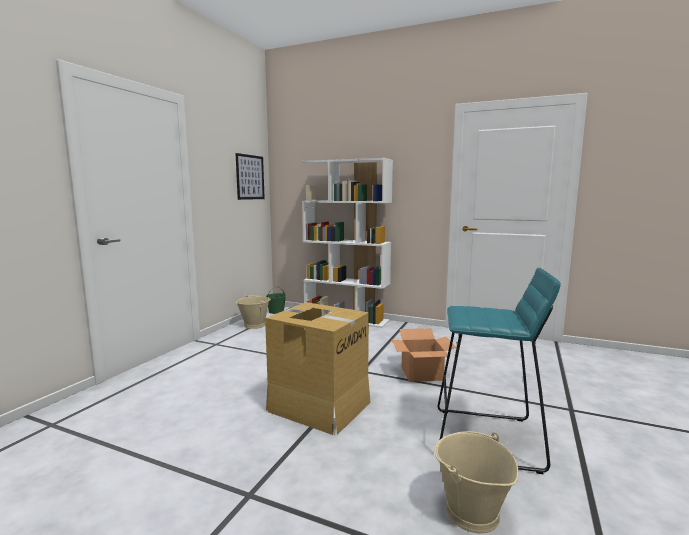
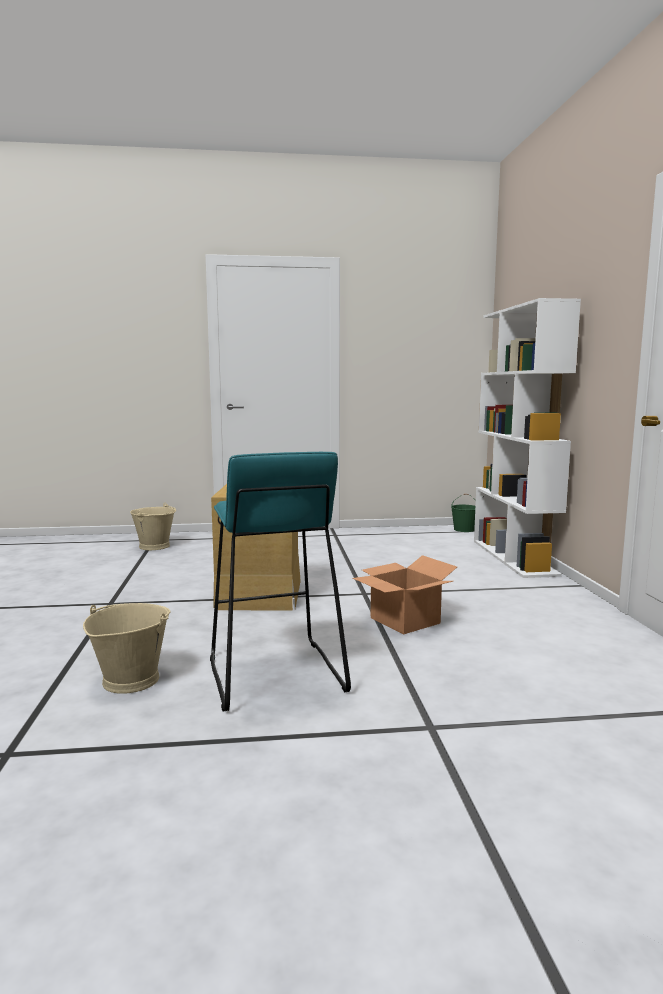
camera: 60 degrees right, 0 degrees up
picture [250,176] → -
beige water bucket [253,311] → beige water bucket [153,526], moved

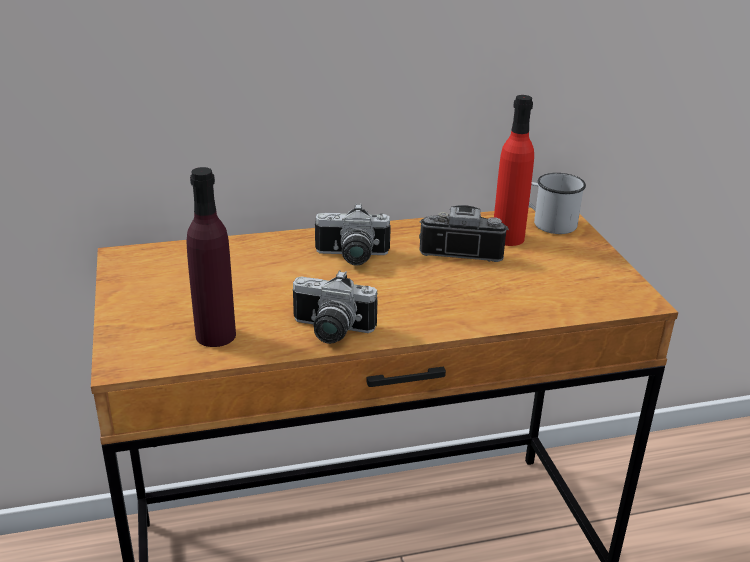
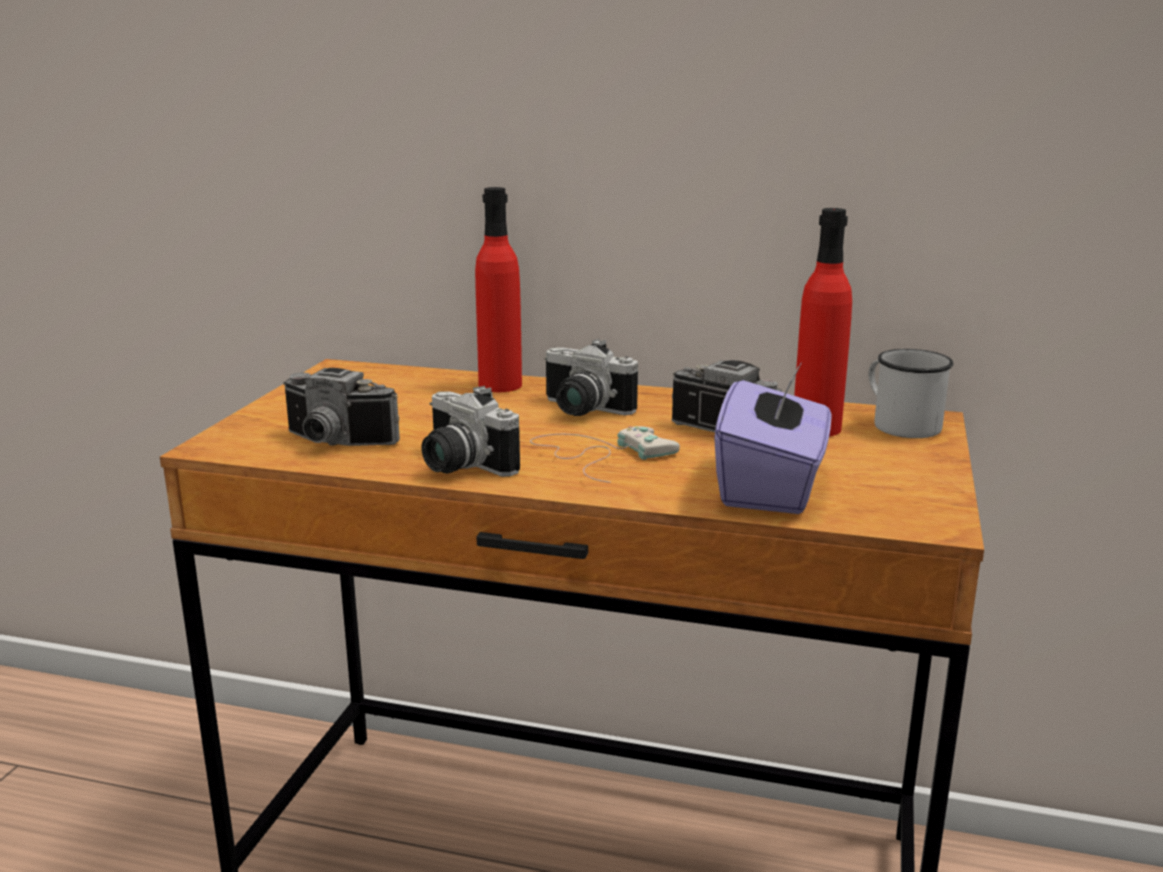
camera: 30 degrees right, 10 degrees down
- → red beverage bottle [498,289]
- → white game controller [605,454]
- → purplish tissue box [772,438]
purplish beverage bottle [211,257] → photo camera [341,407]

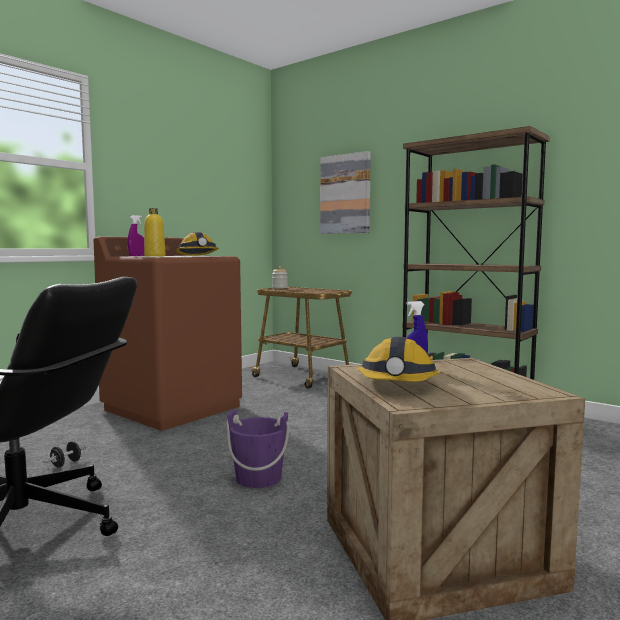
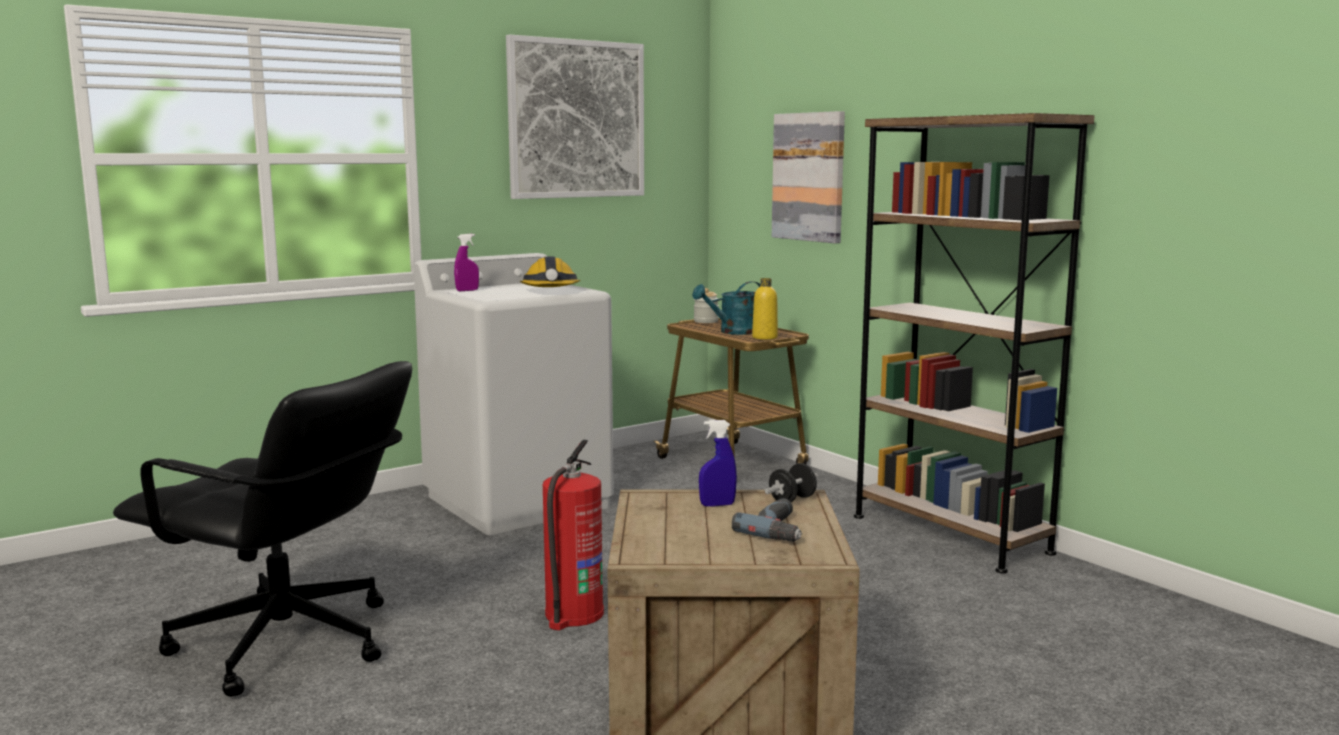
camera: 15 degrees right, 5 degrees up
safety helmet [398,359] → -
- → picture [575,116]
- → turquoise-coloured sprinkling can [726,308]
- → drill [767,520]
blackish hand weight [64,454] → blackish hand weight [791,482], moved
yellow beverage bottle [155,232] → yellow beverage bottle [765,309], moved
purplish water bucket [257,448] → fire-fighting cylinder [573,535]
brownish laundry machine [168,333] → white laundry machine [514,394]

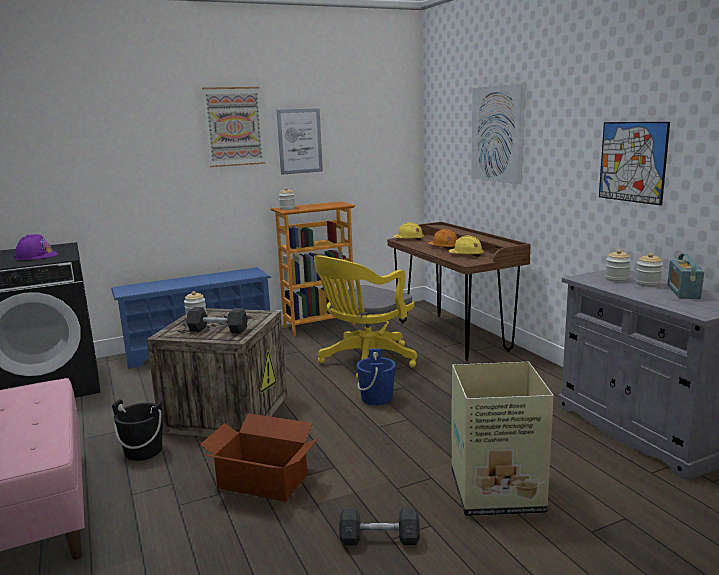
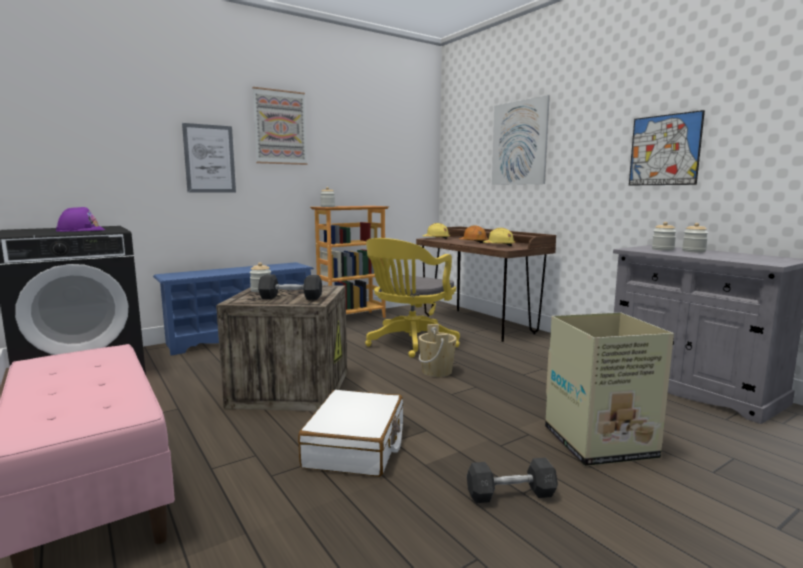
camera: 10 degrees left, 5 degrees down
blackish water bucket [137,430] → -
radio [685,276] → -
picture [300,141] → picture [209,158], moved
carton [259,457] → white suitcase [350,433]
blue water bucket [376,377] → beige water bucket [437,350]

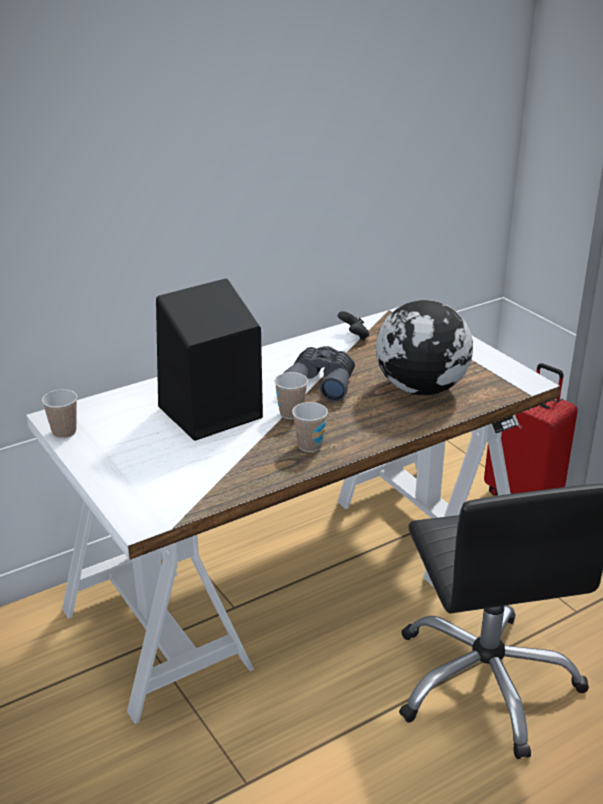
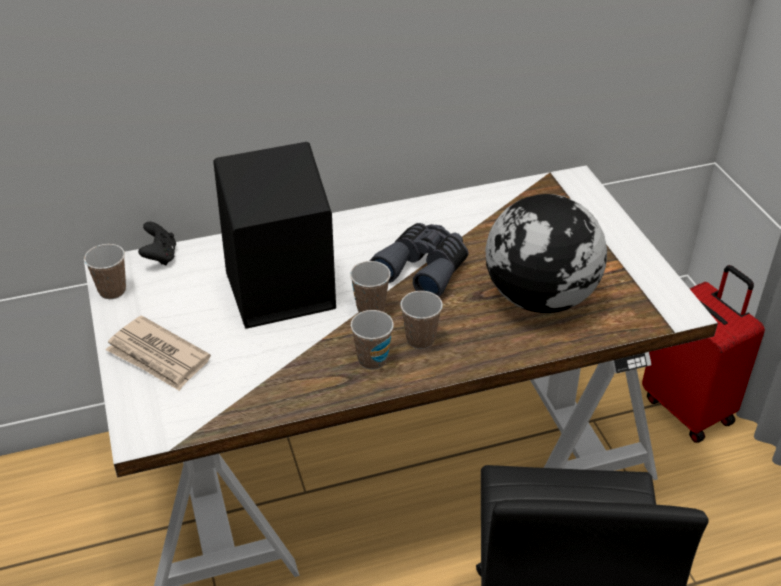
camera: 15 degrees right, 10 degrees up
- → printed paper [158,353]
- → cup [421,320]
blackish game controller [353,326] → blackish game controller [157,244], moved

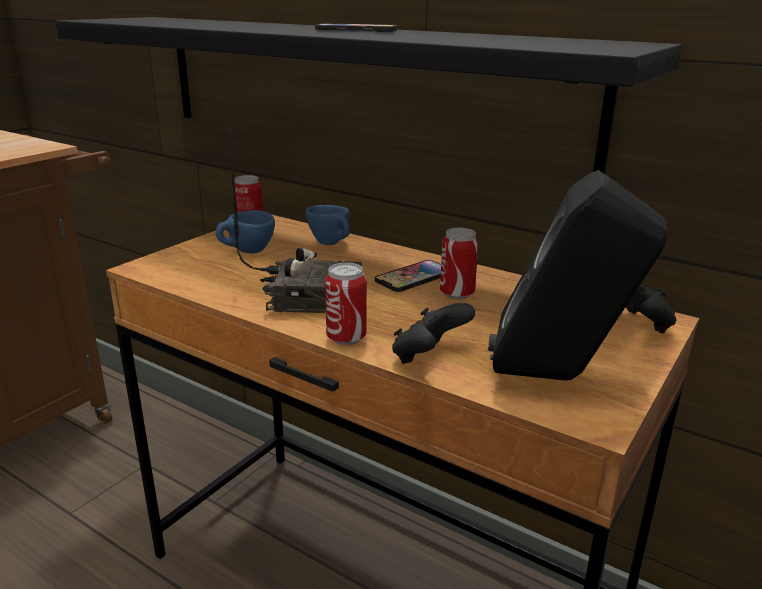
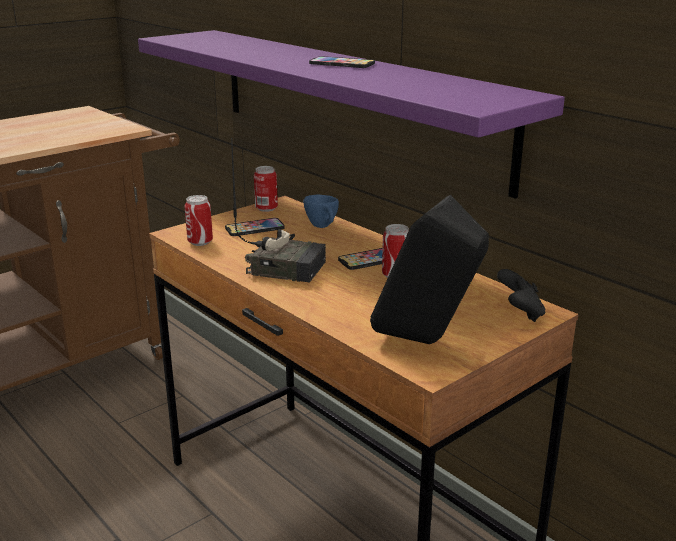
camera: 15 degrees right, 0 degrees up
blackish game controller [433,333] → -
sealed can [346,304] → sealed can [198,220], moved
blue cup [245,231] → telephone [255,227]
blackish wall shelf [368,95] → purplish wall shelf [351,114]

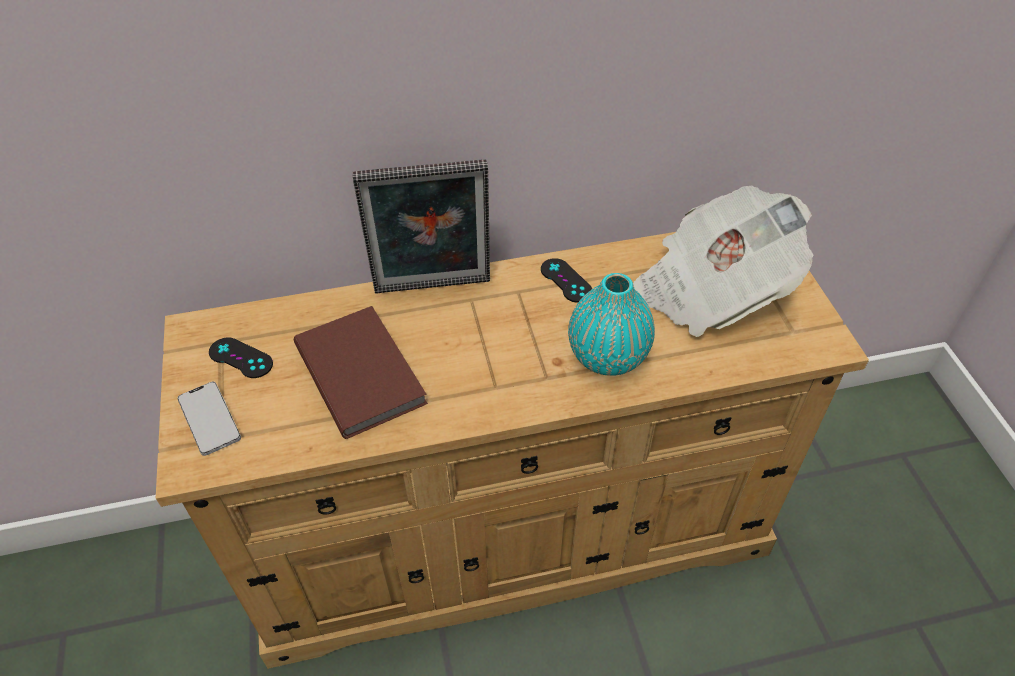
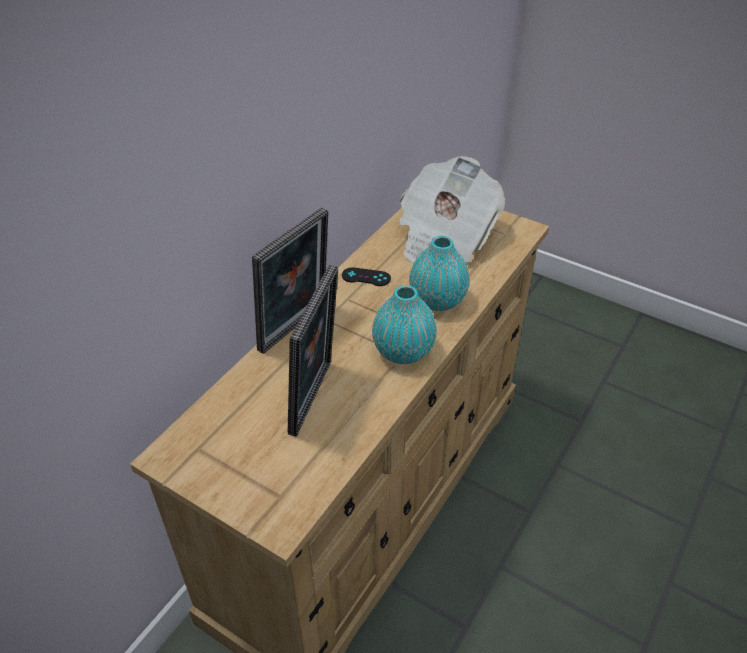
camera: 45 degrees left, 5 degrees down
telephone [209,419] → -
blackish game controller [241,357] → -
- → turquoise-coloured flower vase [404,324]
brownish book [361,372] → picture frame [313,351]

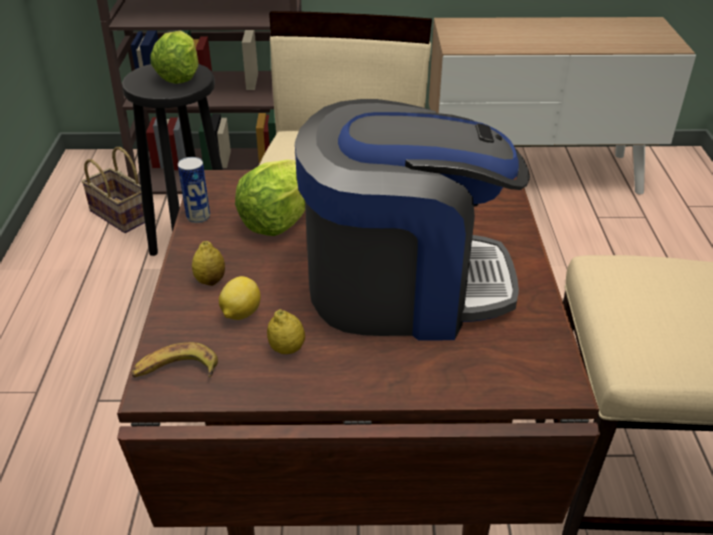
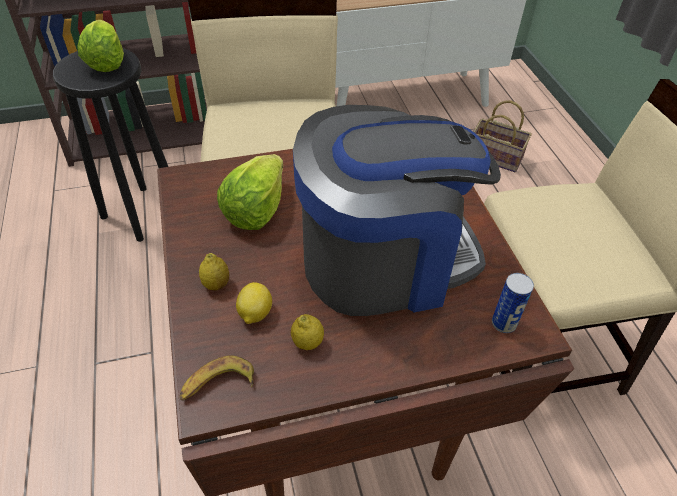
camera: 15 degrees left, 10 degrees up
household basket [113,190] → household basket [502,136], moved
sealed can [194,190] → sealed can [513,303], moved

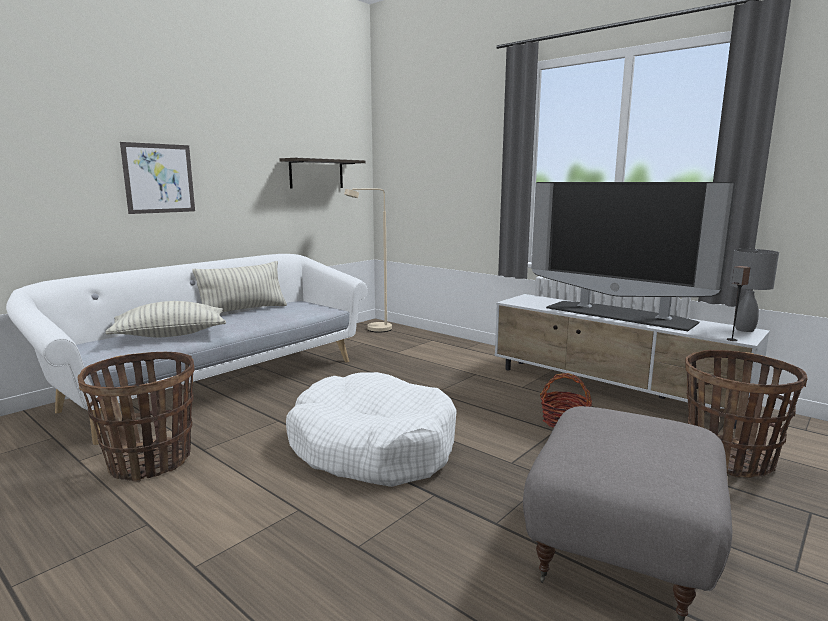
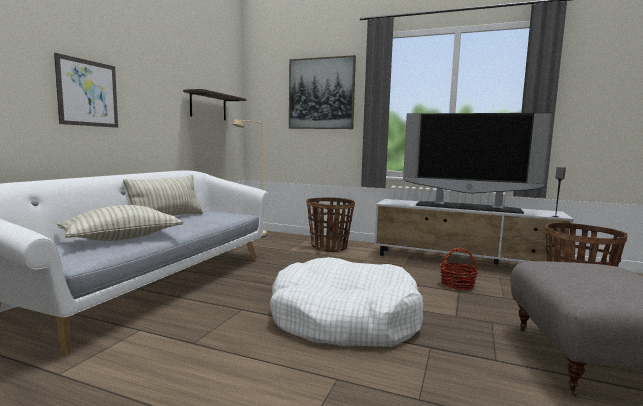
camera: 20 degrees left, 5 degrees down
greyish table lamp [754,290] → -
- → picture [322,92]
household basket [136,416] → household basket [331,224], moved

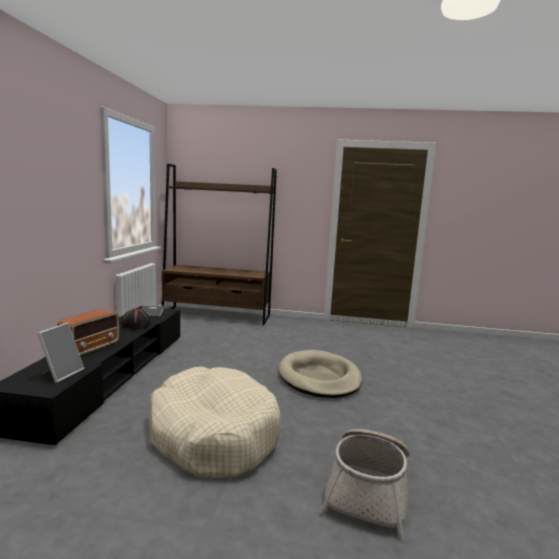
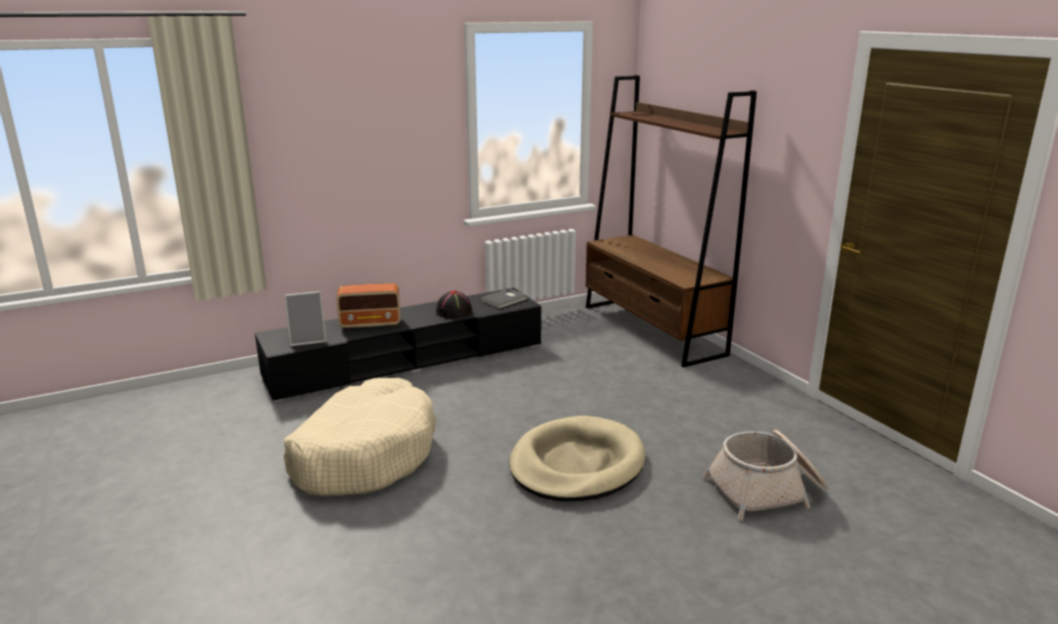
camera: 55 degrees right, 10 degrees up
household basket [365,484] → household basket [765,475], moved

